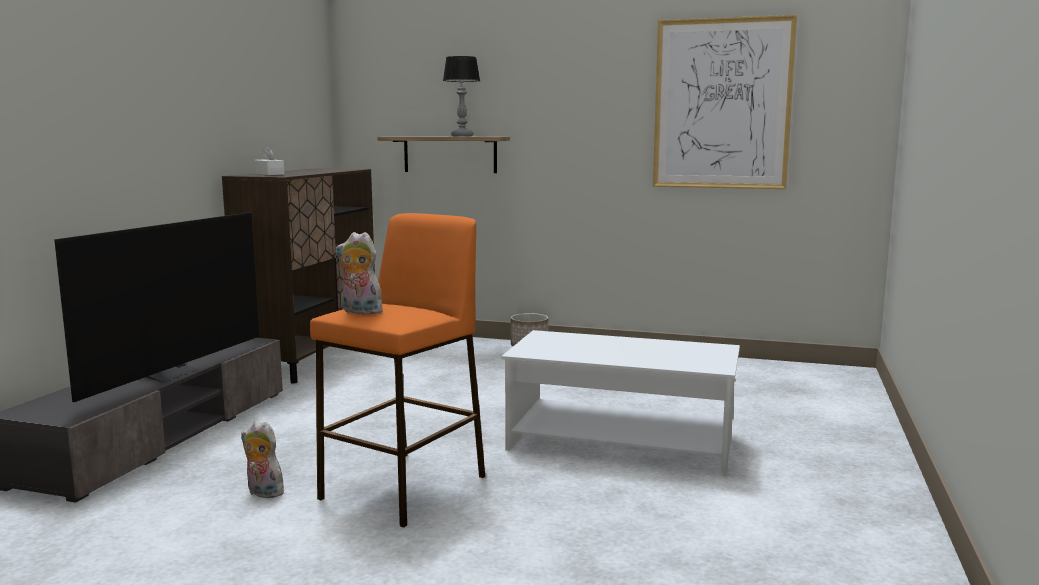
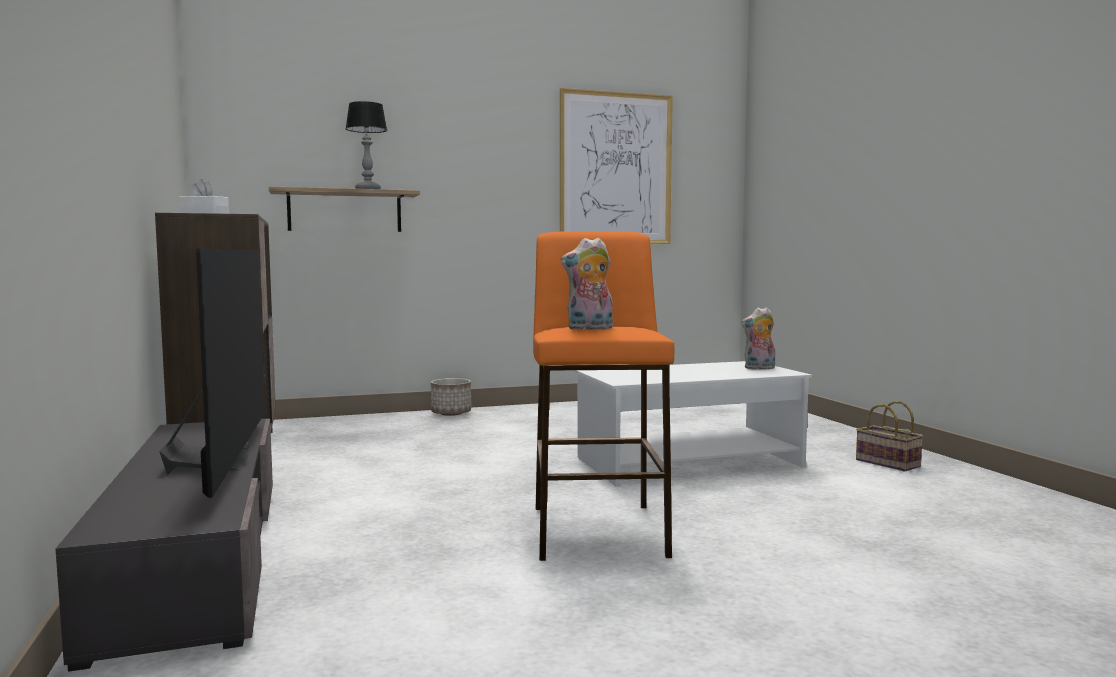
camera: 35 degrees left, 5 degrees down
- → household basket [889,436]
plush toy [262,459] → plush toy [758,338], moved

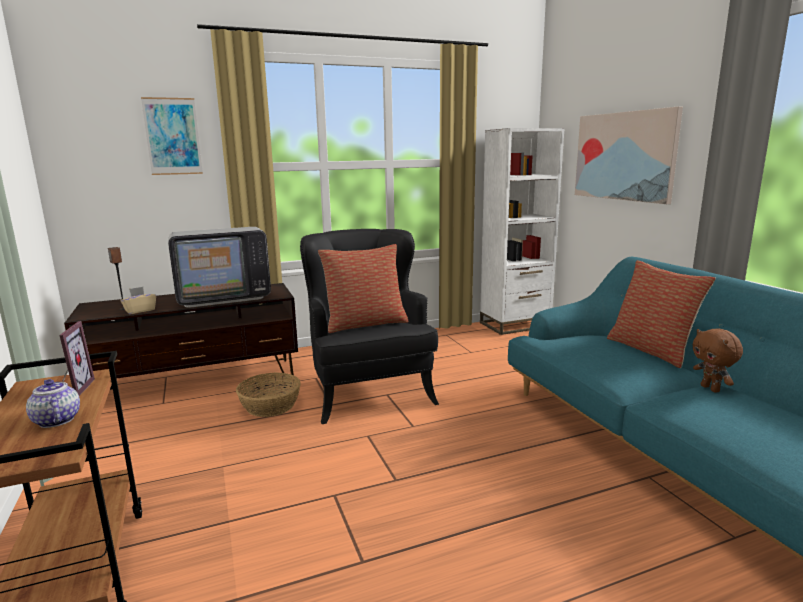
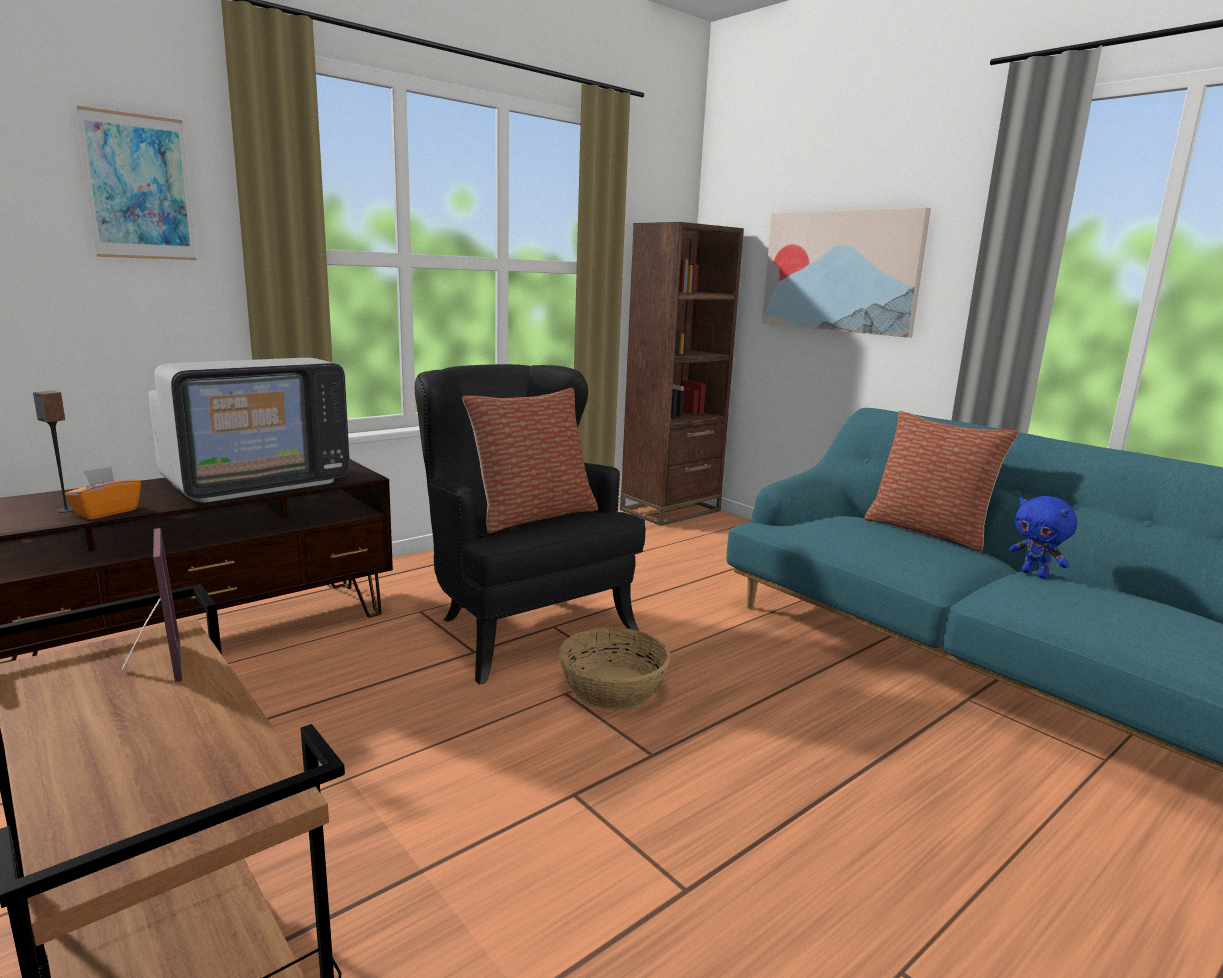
camera: 20 degrees left, 0 degrees up
pot for tea [53,403] → -
household basket [268,394] → household basket [614,668], moved
beige tissue box [138,300] → orange tissue box [103,493]
white bookshelf [522,231] → brownish bookshelf [682,374]
brownish plush toy [717,360] → blue plush toy [1043,537]

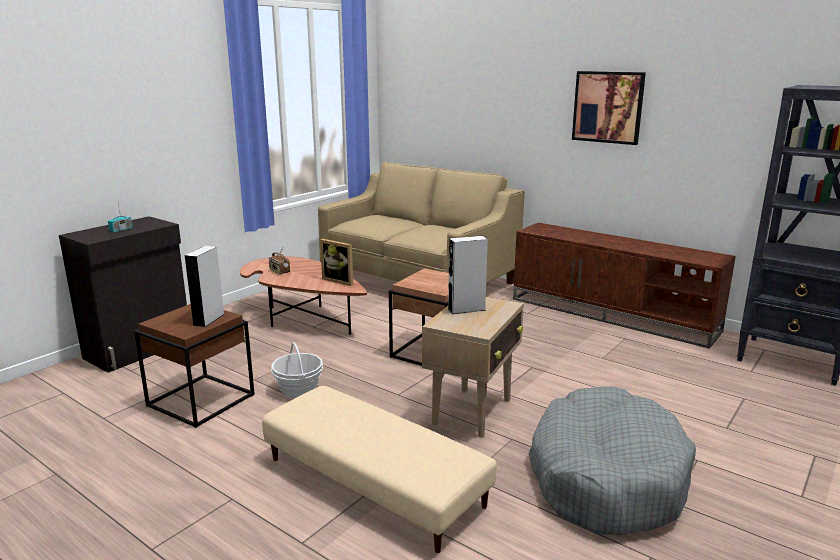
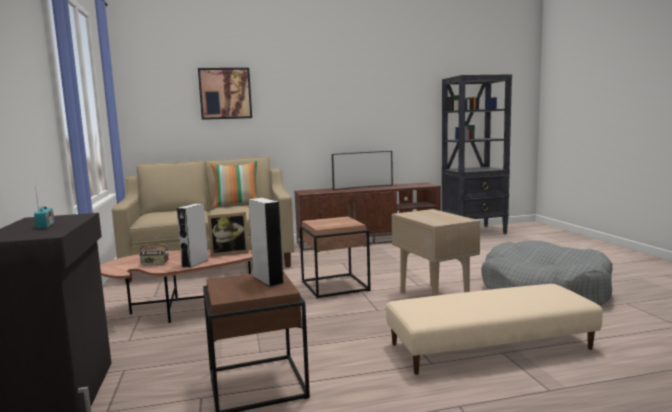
camera: 50 degrees left, 10 degrees down
household basket [297,370] → -
- → pillow [234,184]
- → television [362,170]
greyish loudspeaker [468,275] → greyish loudspeaker [192,236], moved
picture [609,108] → picture [225,94], moved

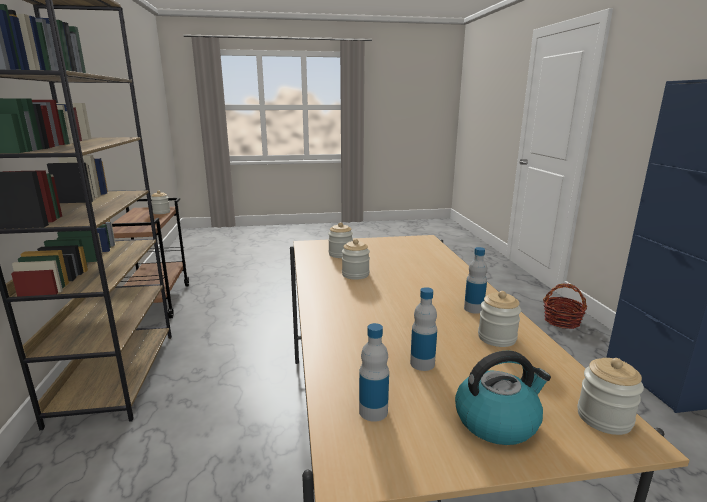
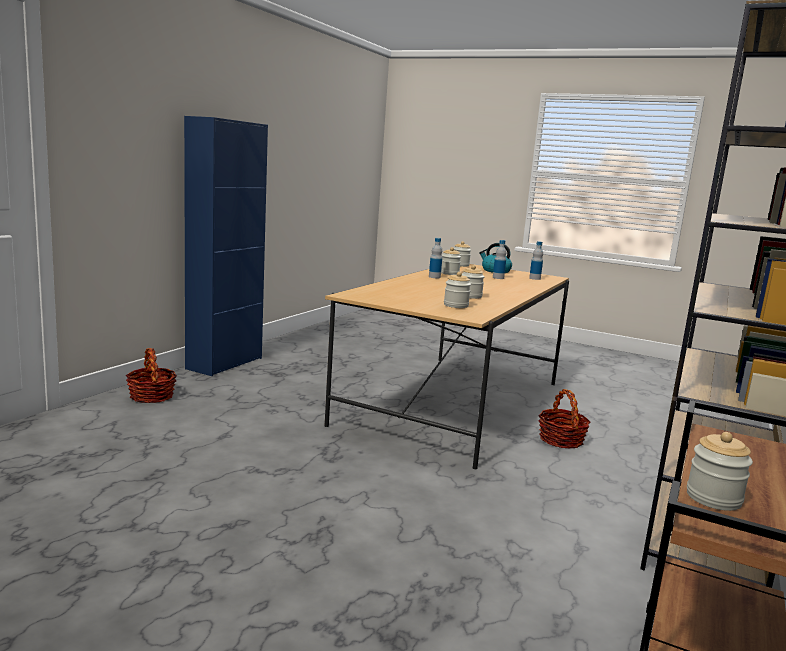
camera: 145 degrees left, 5 degrees down
- → household basket [564,419]

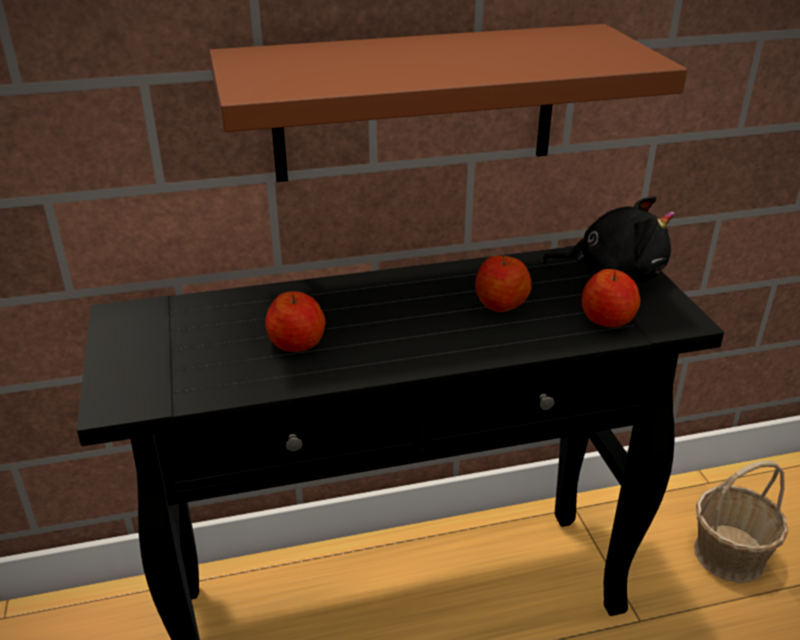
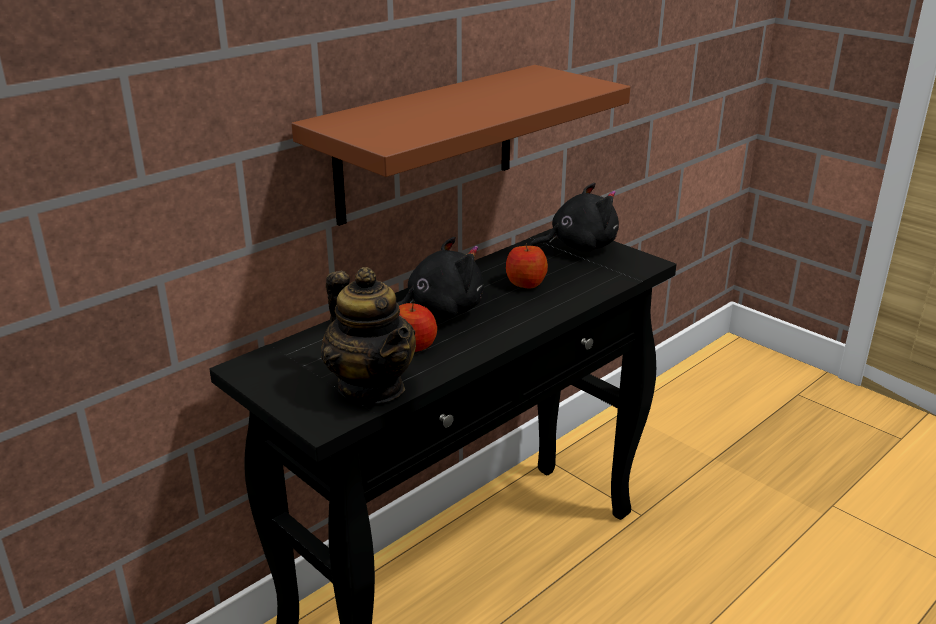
camera: 30 degrees left, 5 degrees down
apple [611,298] → -
household basket [741,521] → -
- → pot for tea [368,335]
- → blackish plush toy [440,278]

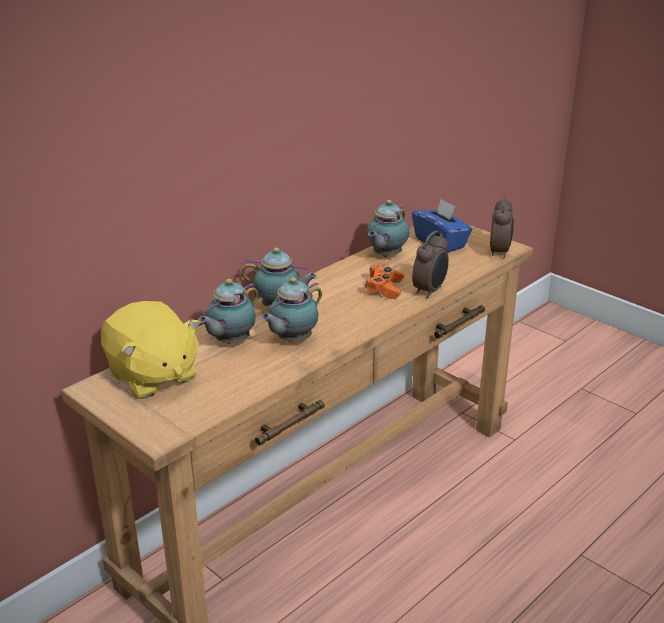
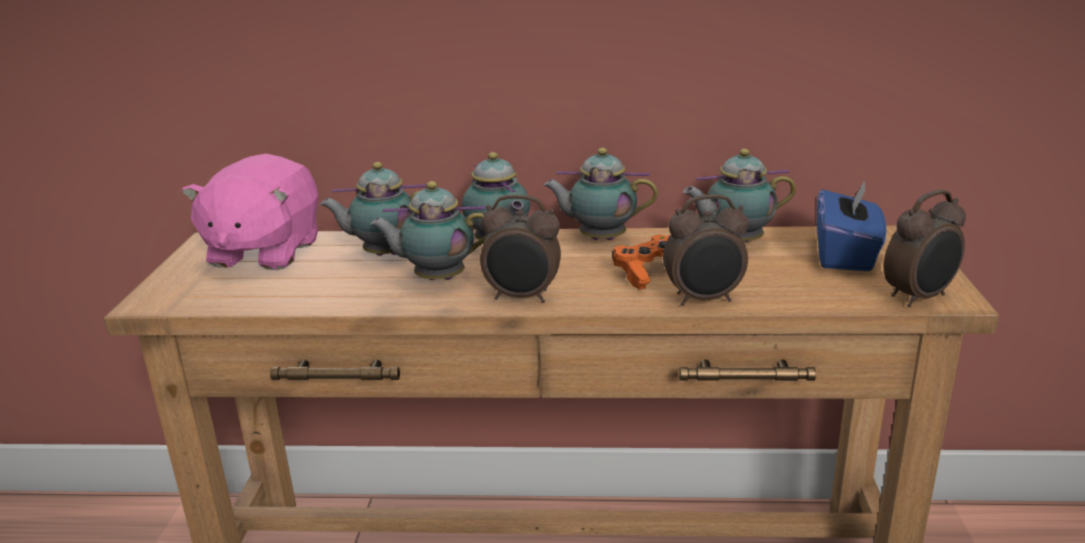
camera: 50 degrees right, 5 degrees down
- → bedside clock [520,248]
- → pot for tea [601,194]
yellow plush toy [150,350] → pinkish plush toy [250,212]

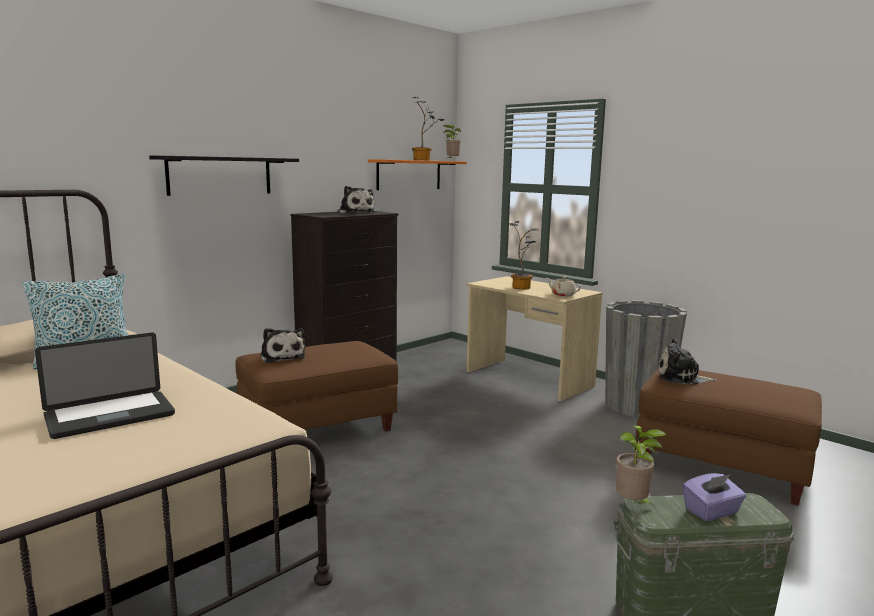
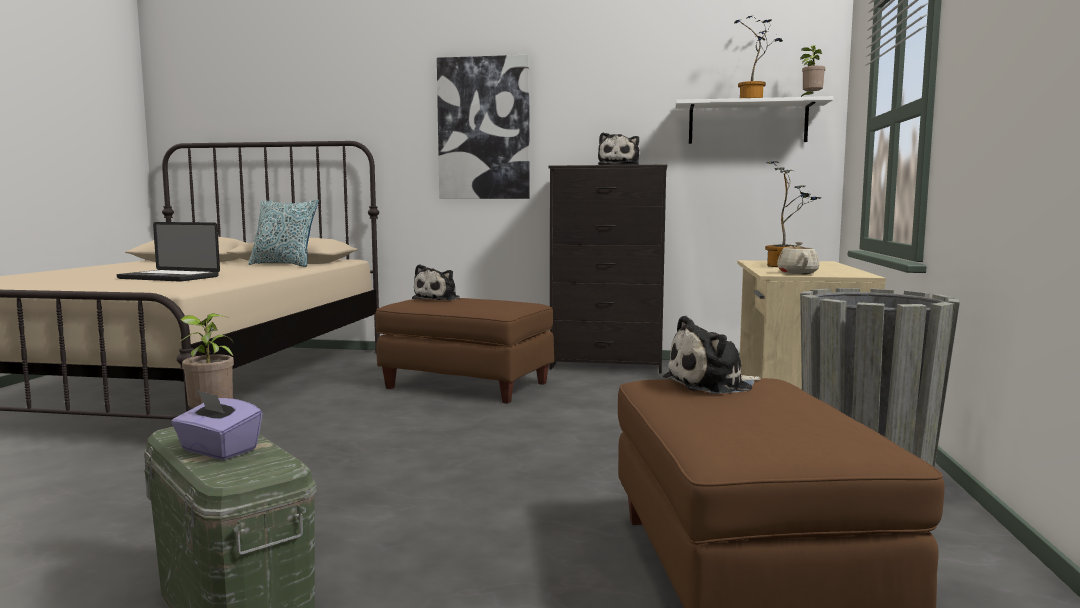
camera: 55 degrees right, 5 degrees down
blackish wall shelf [224,176] → picture [483,127]
orange wall shelf [417,174] → white wall shelf [754,120]
plush toy [687,361] → plush toy [712,354], 90 degrees counterclockwise

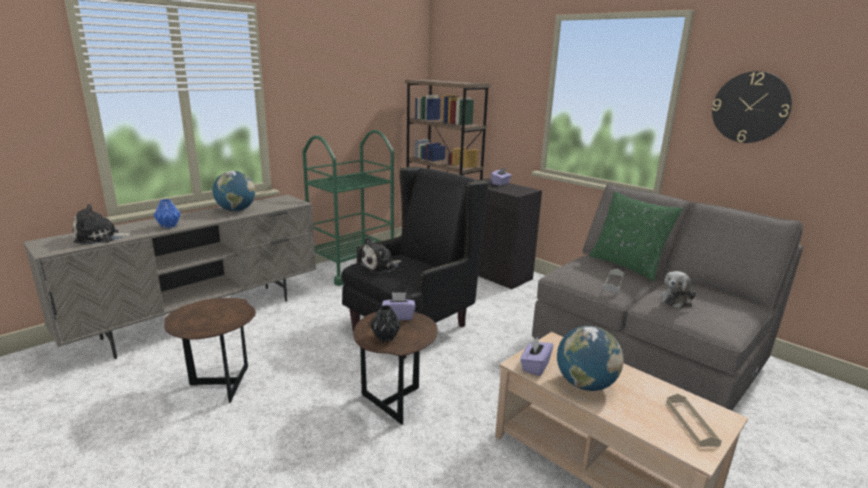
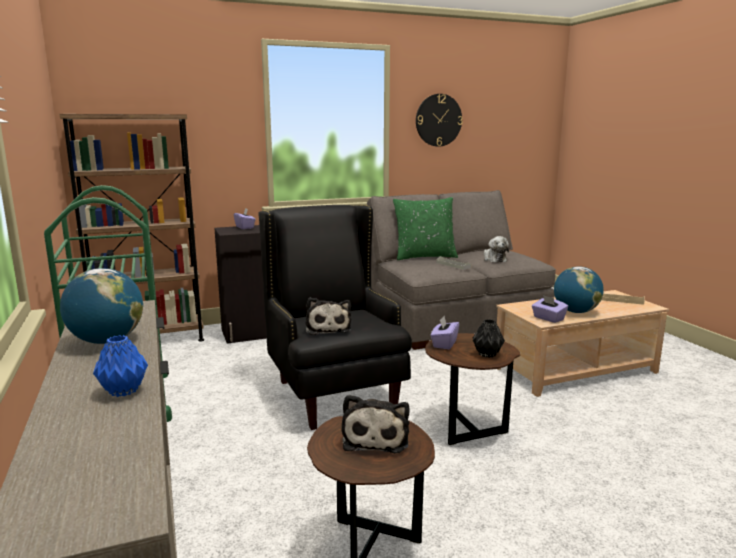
camera: 65 degrees left, 5 degrees down
plush toy [103,224] → plush toy [375,424], moved

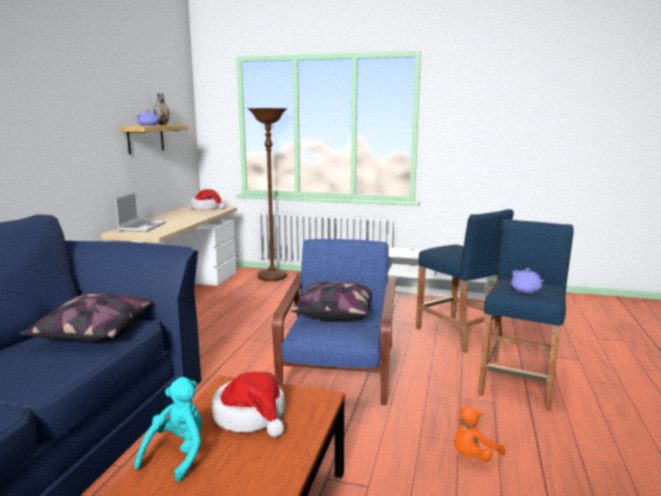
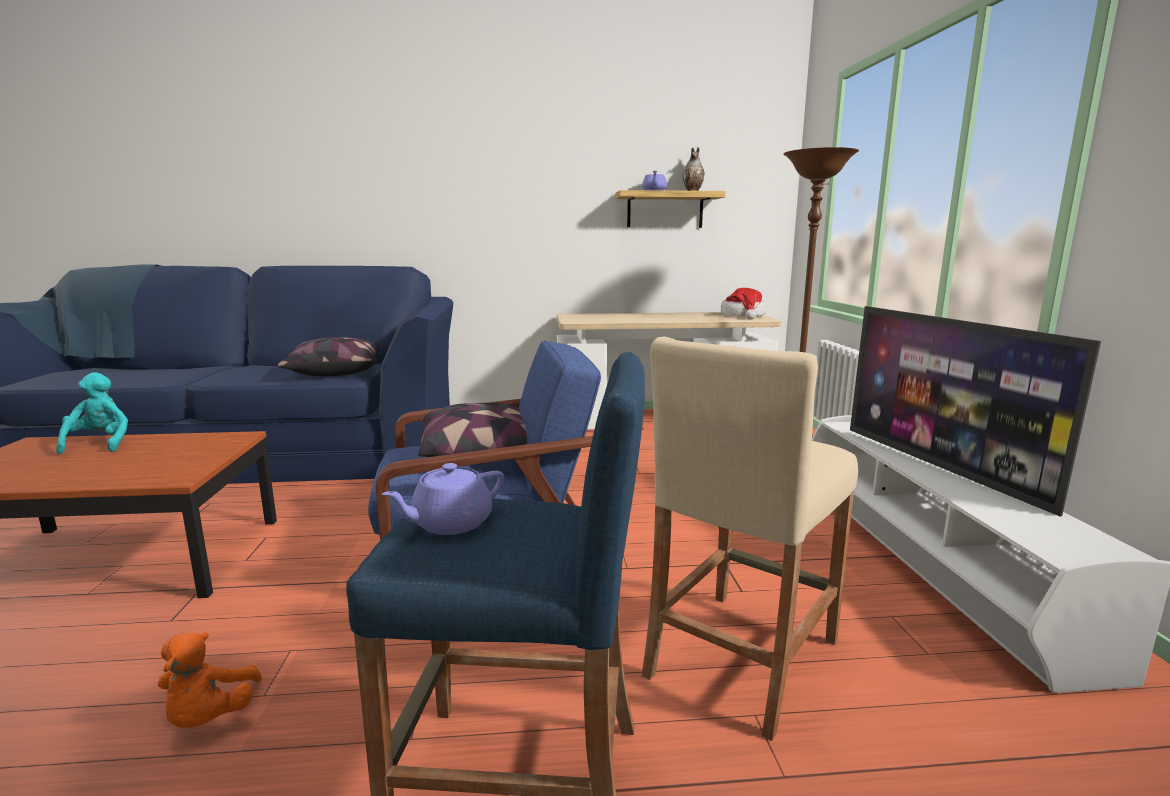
camera: 70 degrees right, 0 degrees up
portable computer [140,212] → -
clothing hat [248,404] → -
- → television [975,411]
blue stool seat [465,281] → beige stool seat [750,538]
turquoise-coloured plush toy [168,429] → turquoise-coloured plush toy [92,413], 105 degrees counterclockwise
orange plush toy [479,434] → orange plush toy [210,680], 135 degrees counterclockwise

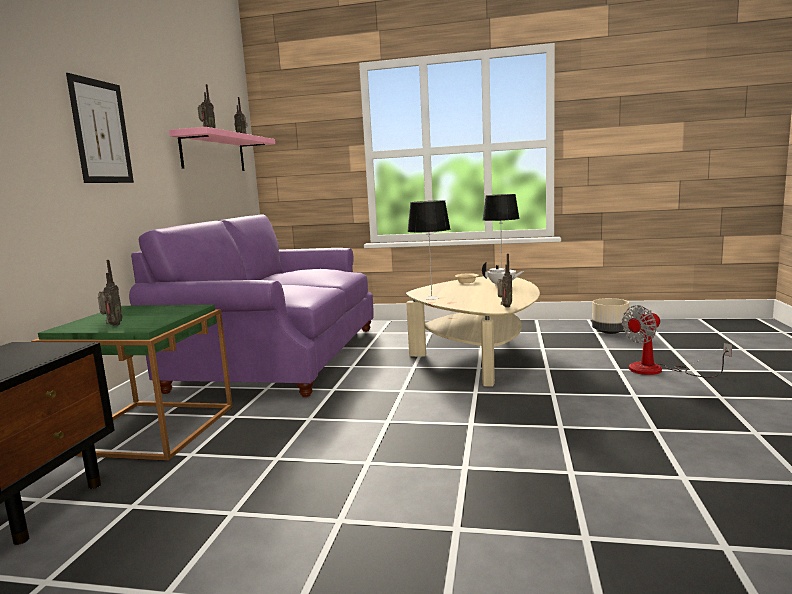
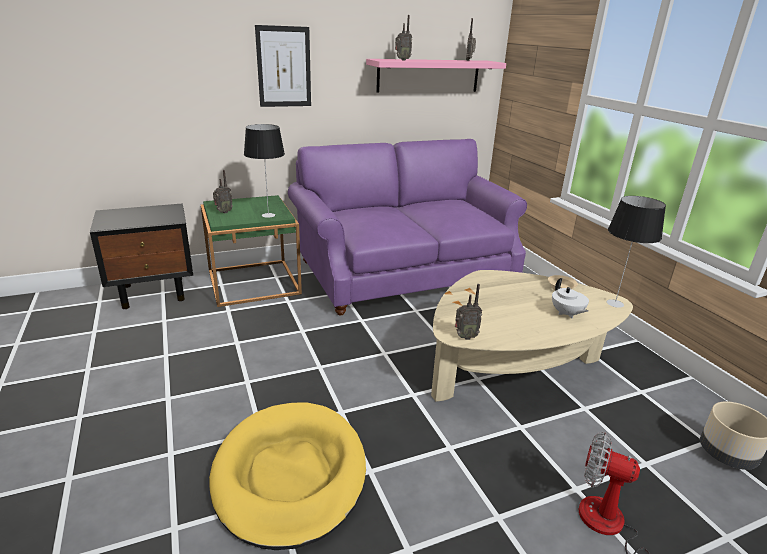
camera: 55 degrees right, 15 degrees up
- → yellow dog cushion [287,476]
table lamp [429,250] → table lamp [264,171], moved

